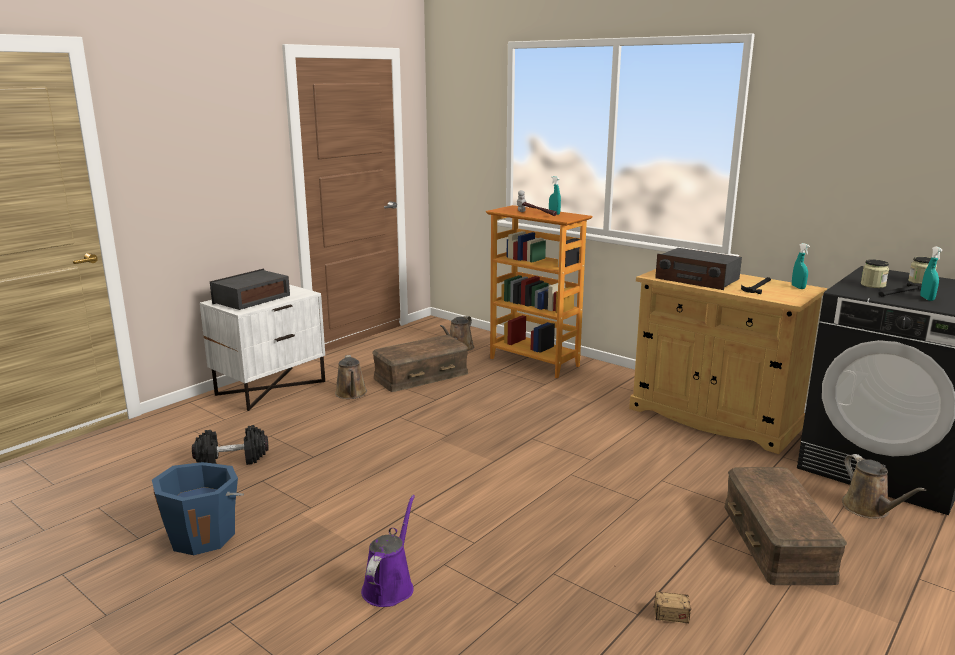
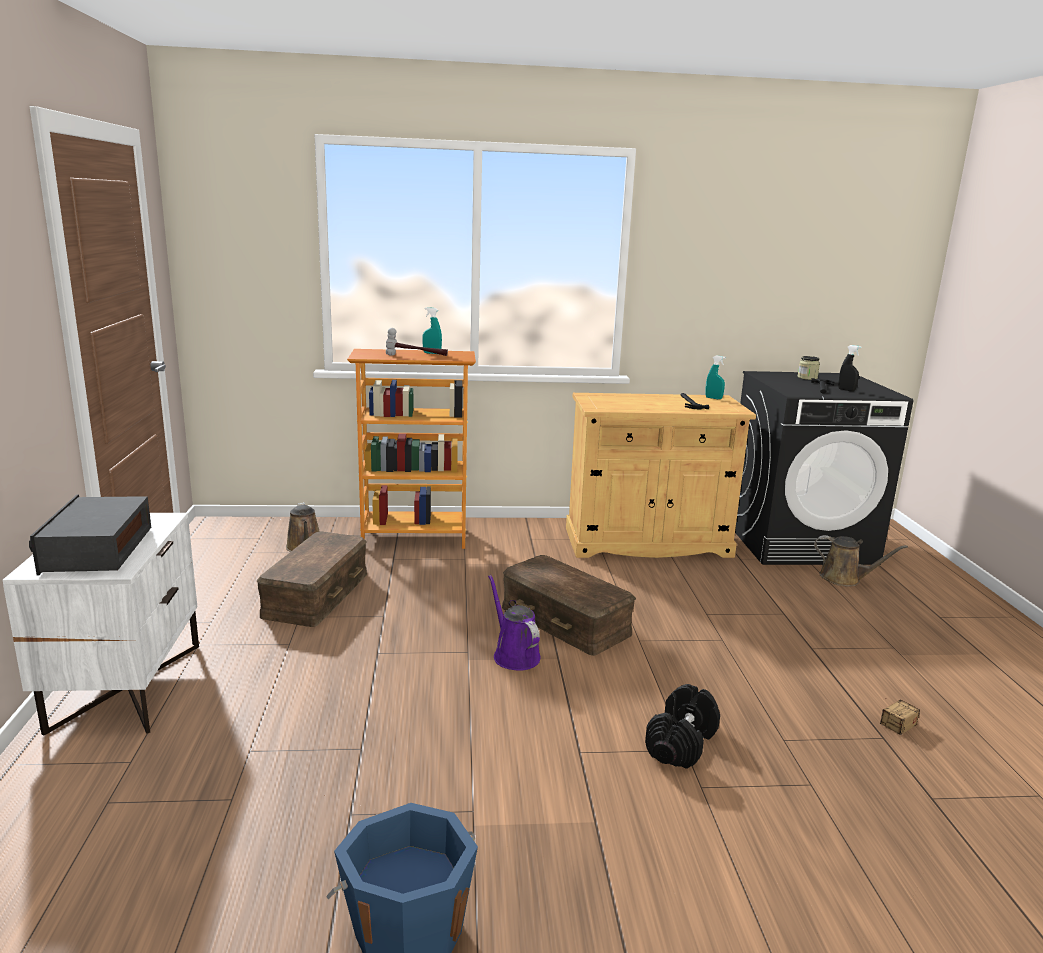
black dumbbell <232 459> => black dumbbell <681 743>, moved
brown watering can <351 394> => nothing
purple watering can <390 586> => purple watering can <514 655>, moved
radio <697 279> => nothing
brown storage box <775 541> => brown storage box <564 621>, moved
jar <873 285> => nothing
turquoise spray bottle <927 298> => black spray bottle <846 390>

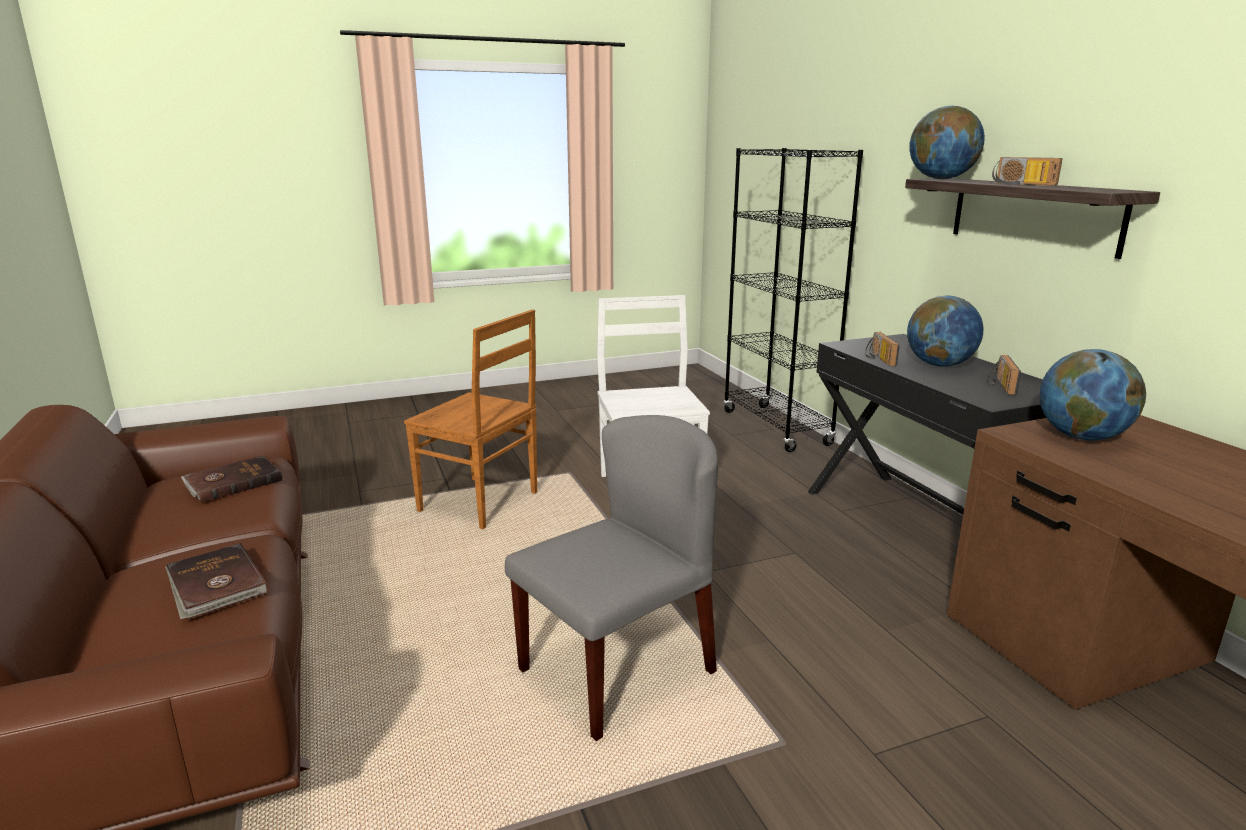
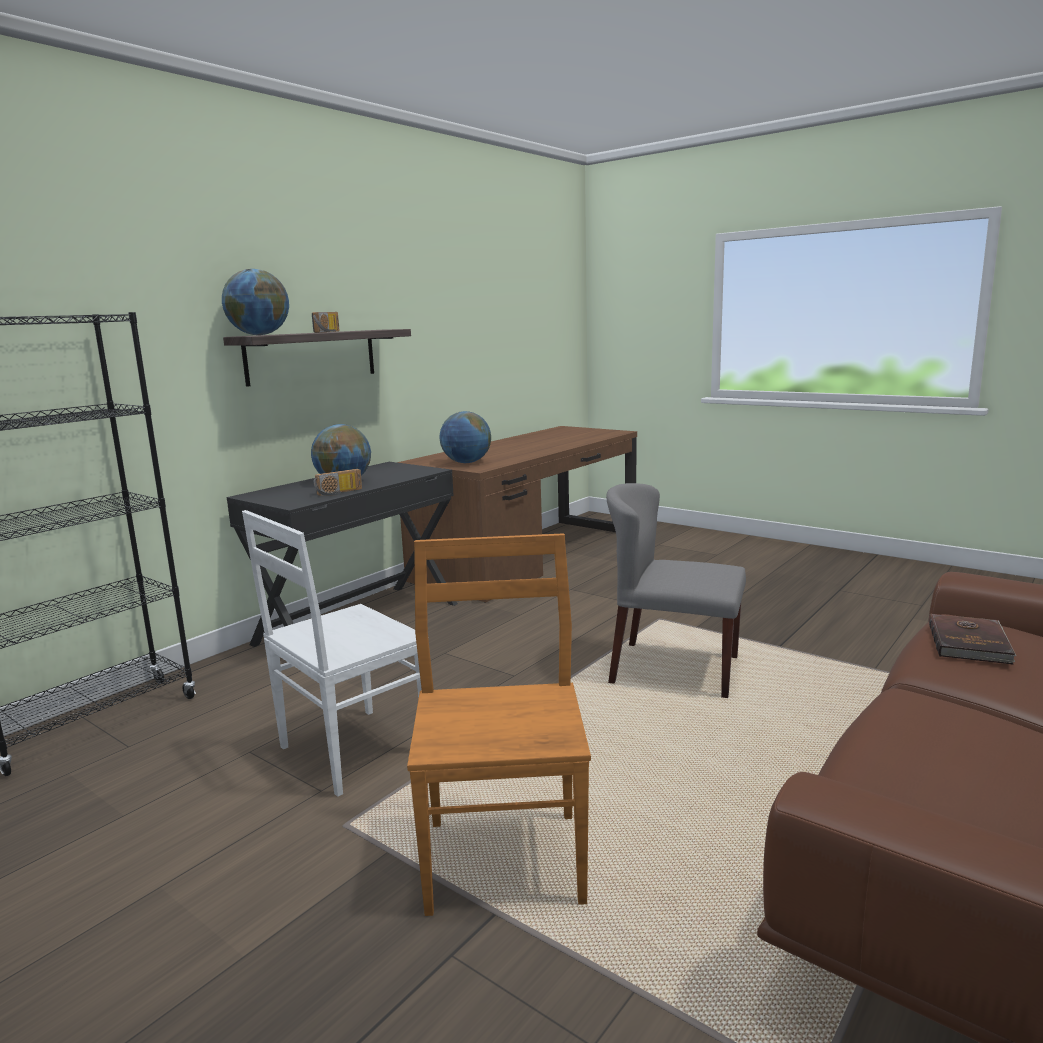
brown book <232 482> => nothing
radio <999 385> => nothing

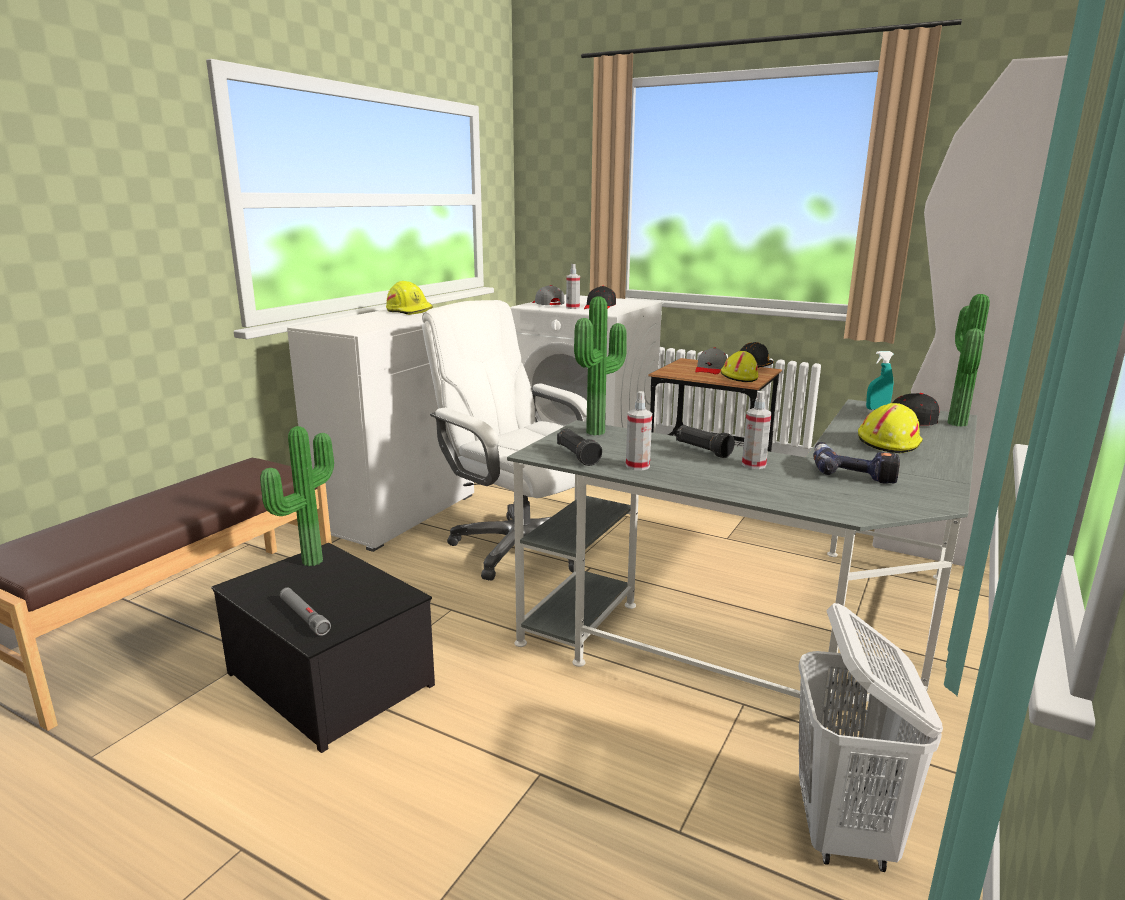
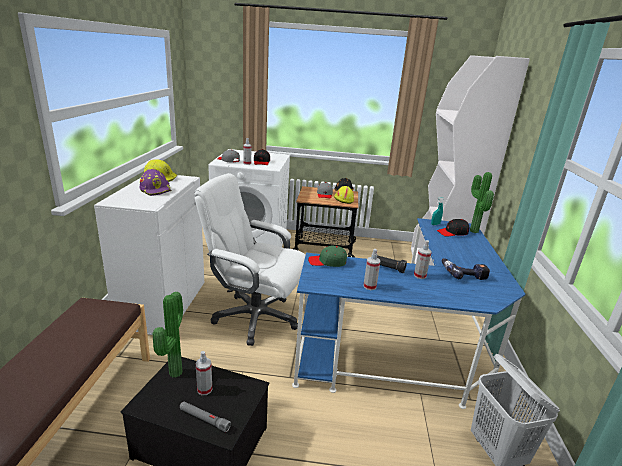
grey desk <775 637> => blue desk <411 349>
black flashlight <577 456> => nothing
potted plant <599 433> => green cap <327 262>
yellow hard hat <888 443> => nothing
nothing => purple hard hat <156 190>
nothing => spray bottle <204 389>

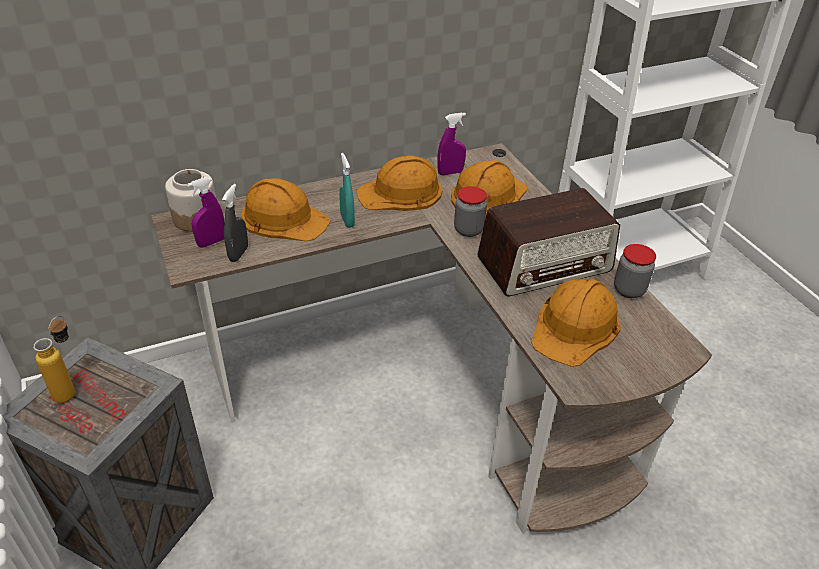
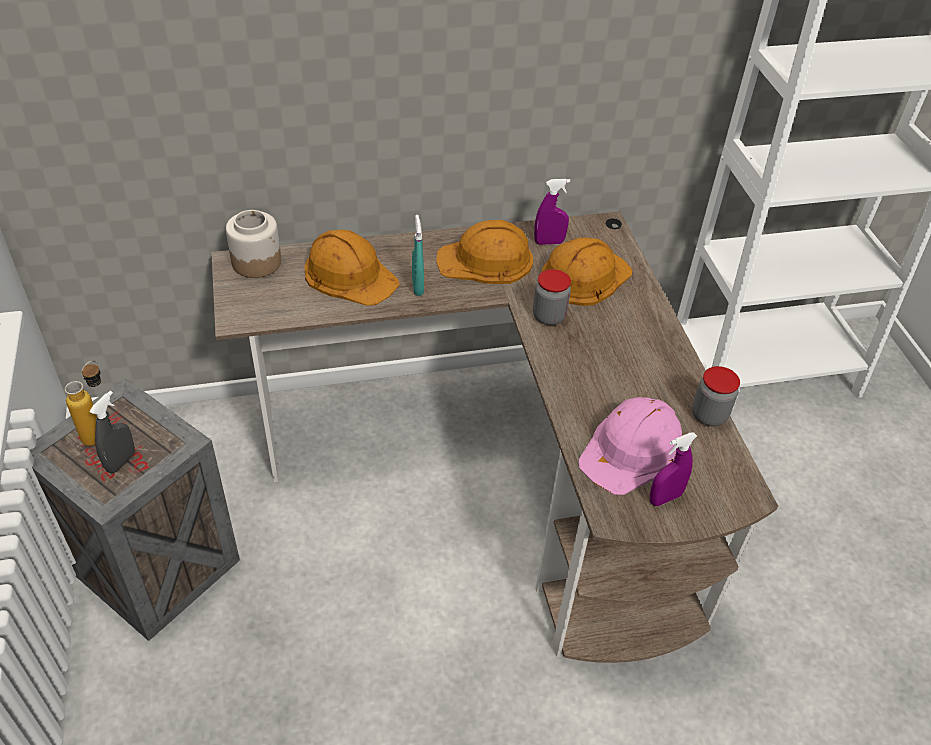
purple spray bottle <211 242> => purple spray bottle <665 498>, moved
grey spray bottle <238 254> => grey spray bottle <121 462>, moved
radio <545 265> => nothing
orange hard hat <575 327> => pink hard hat <633 450>

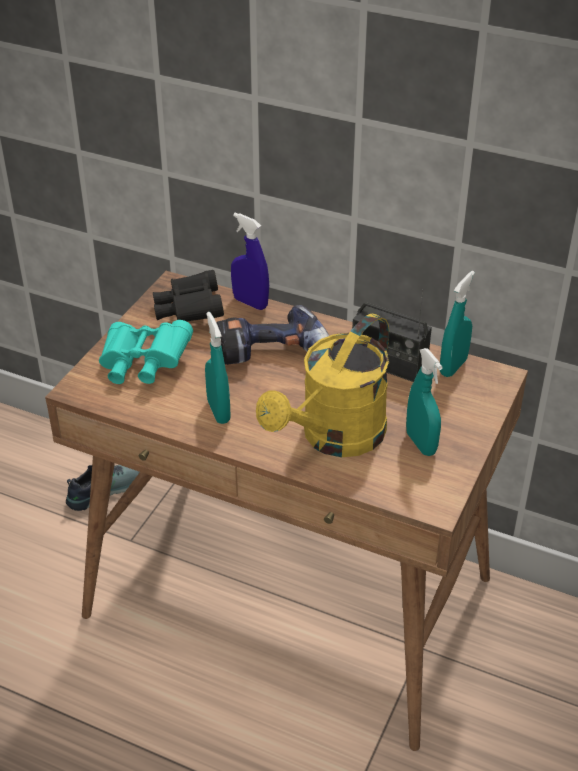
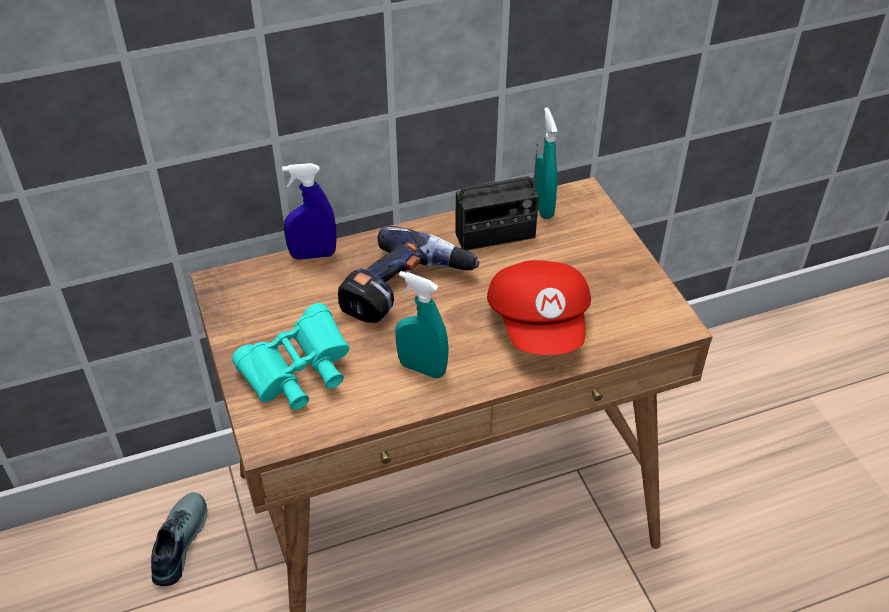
black binoculars <190 312> => nothing
yellow watering can <334 438> => red cap <540 325>
turquoise spray bottle <421 443> => nothing

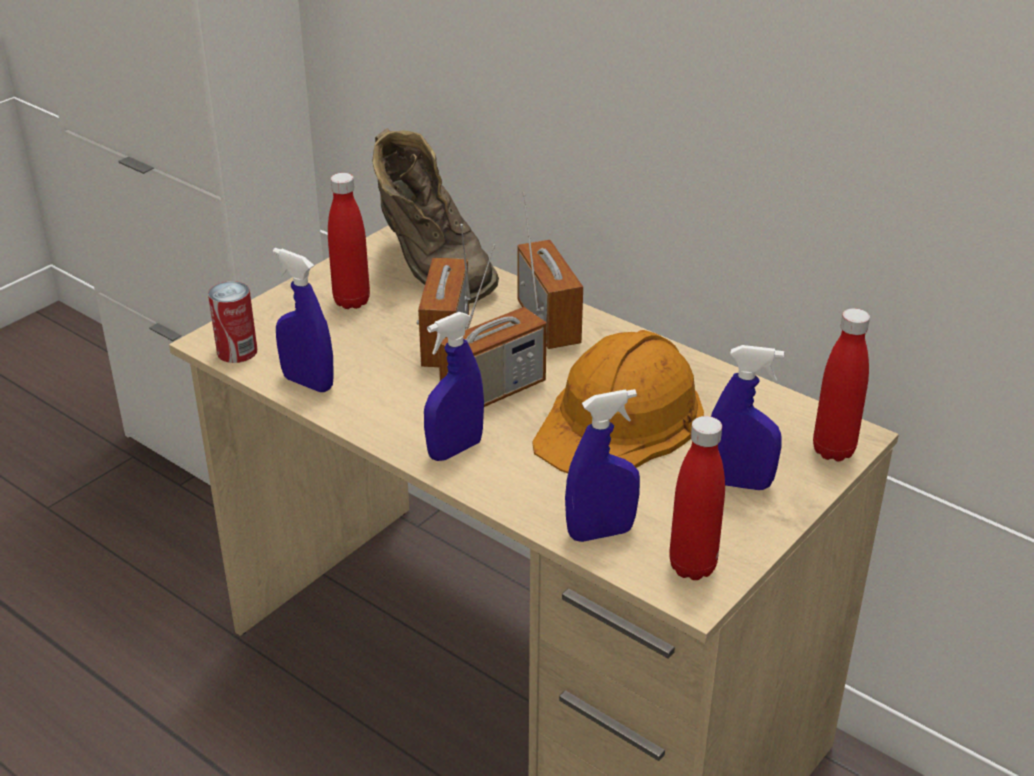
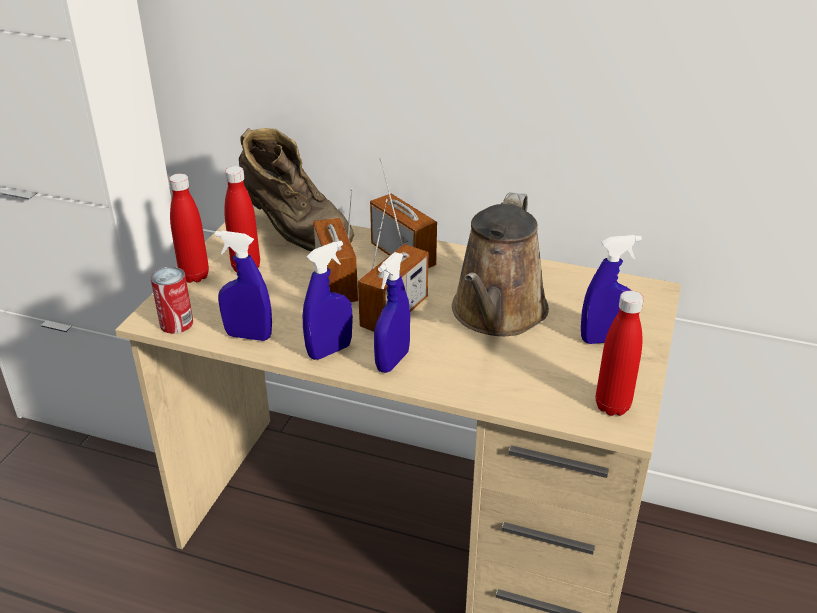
orange hard hat <620 421> => brown watering can <497 314>
blue spray bottle <600 533> => blue spray bottle <330 351>, moved
red bottle <833 450> => red bottle <194 276>, moved

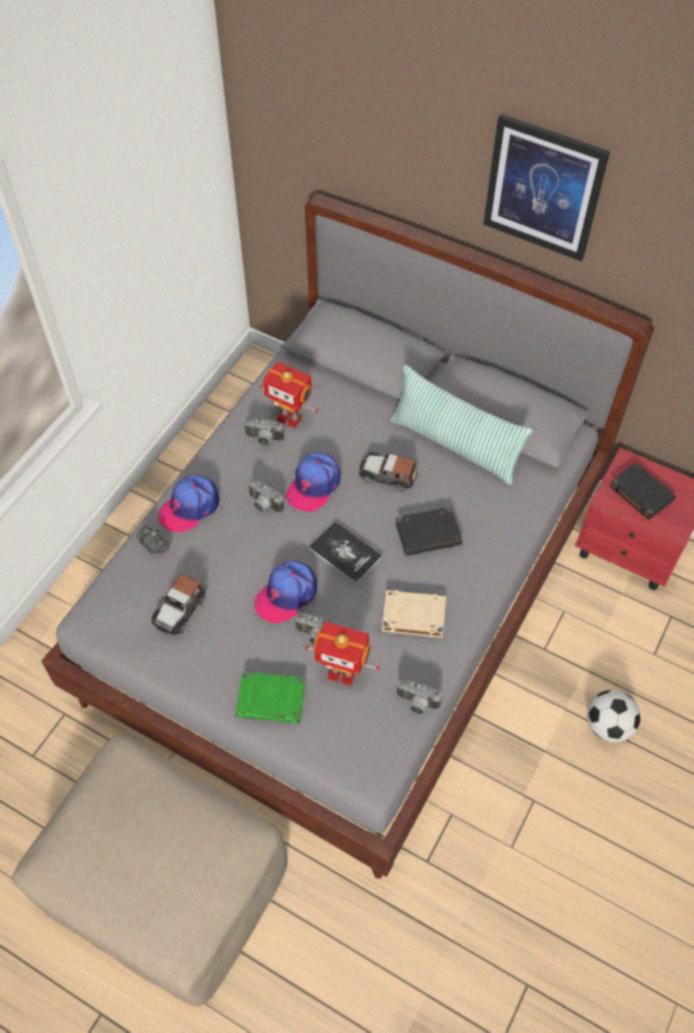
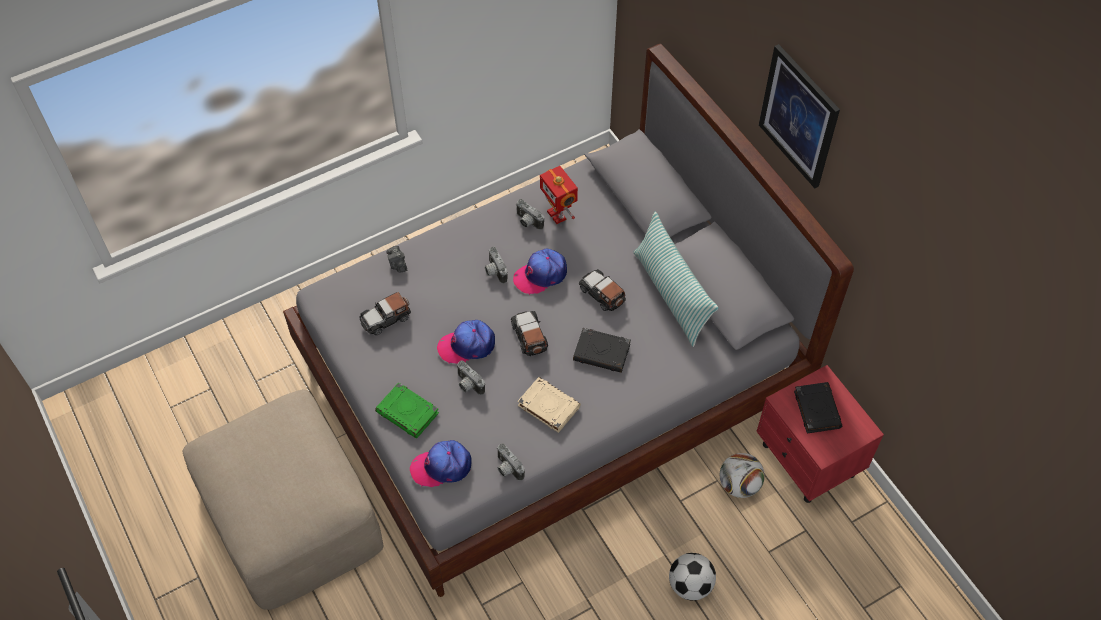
cap <189 507> => cap <441 466>, moved
toy robot <342 673> => nothing
book <345 553> => toy car <529 336>
nothing => football <739 485>

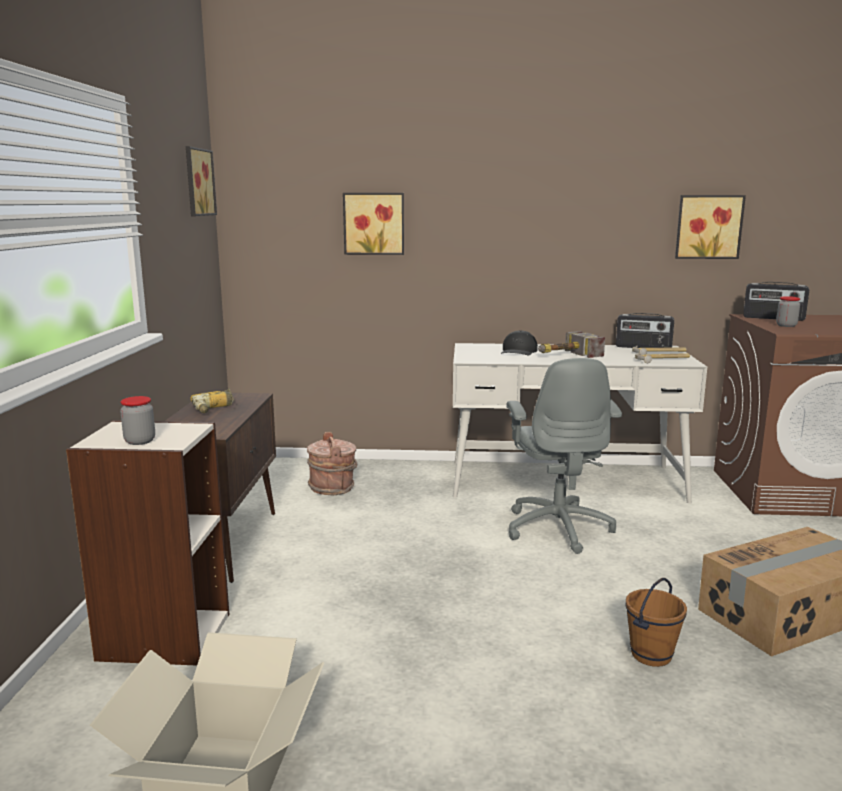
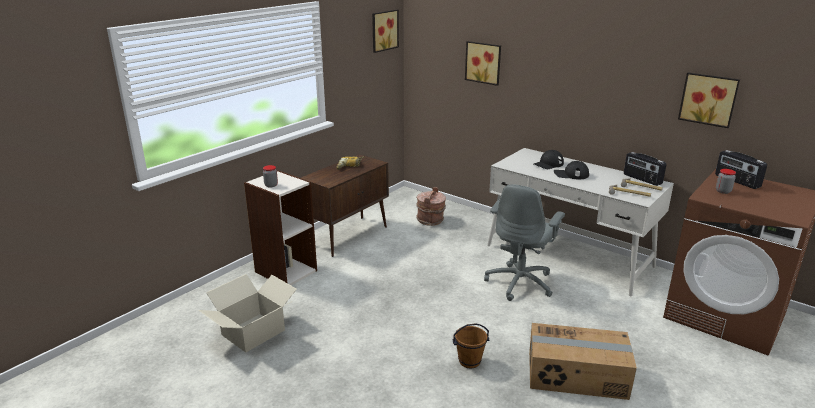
hammer <565 355> => black cap <571 174>

